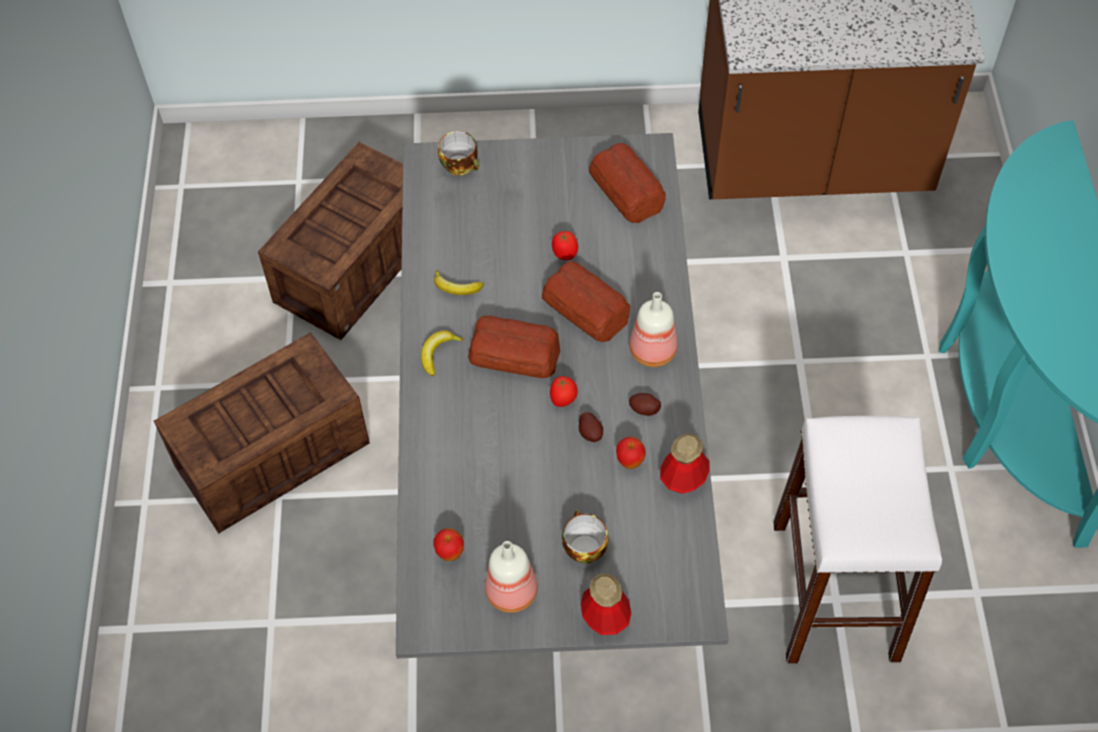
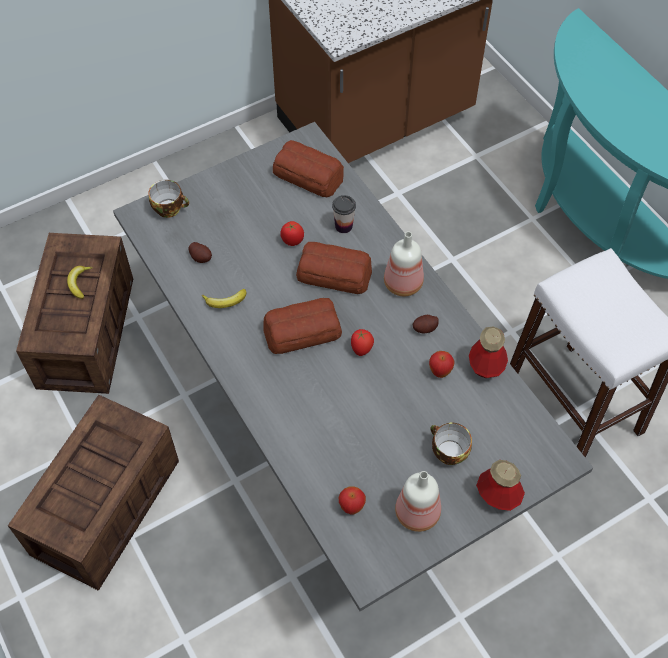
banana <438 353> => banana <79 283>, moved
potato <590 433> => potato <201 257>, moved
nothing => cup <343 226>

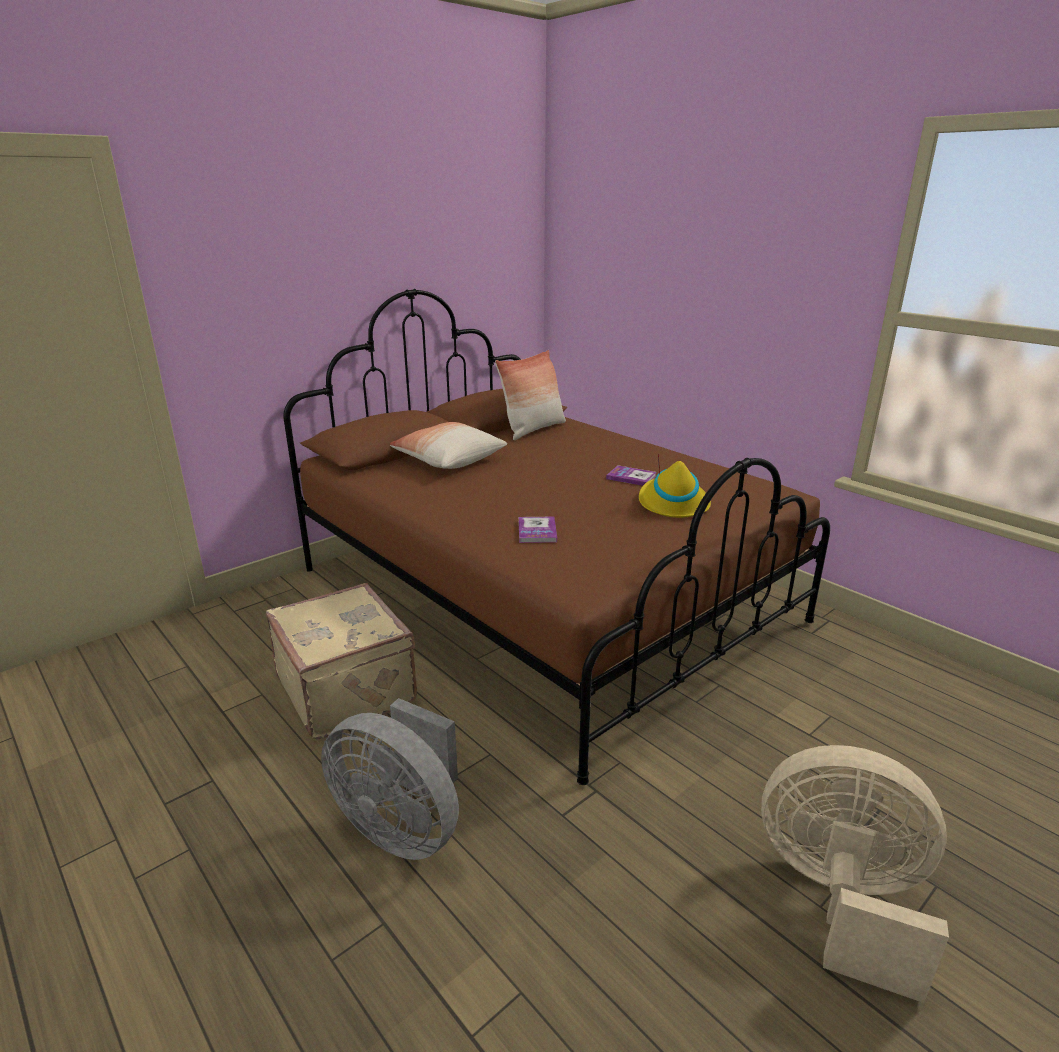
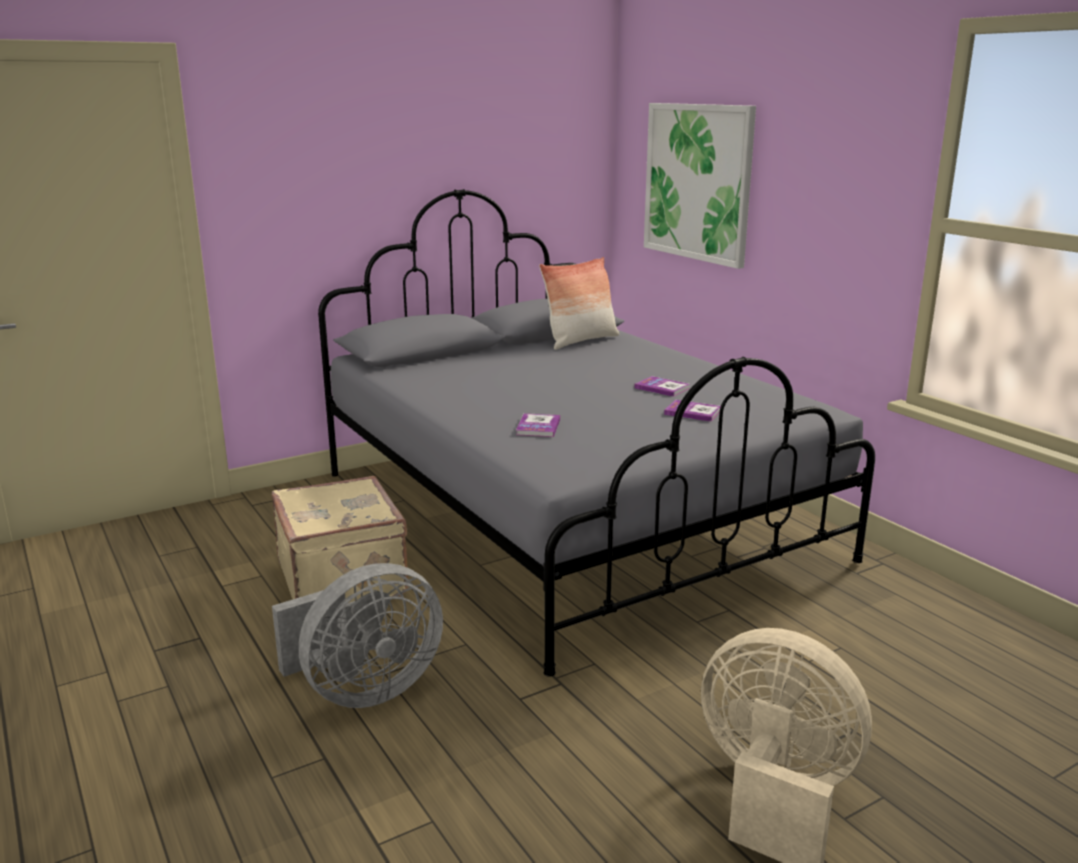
brown bed <543 595> => grey bed <570 515>
grey fan <403 827> => grey fan <364 691>, 75 degrees counterclockwise
pillow <448 460> => nothing
yellow hat <672 503> => book <692 412>
nothing => picture <698 182>

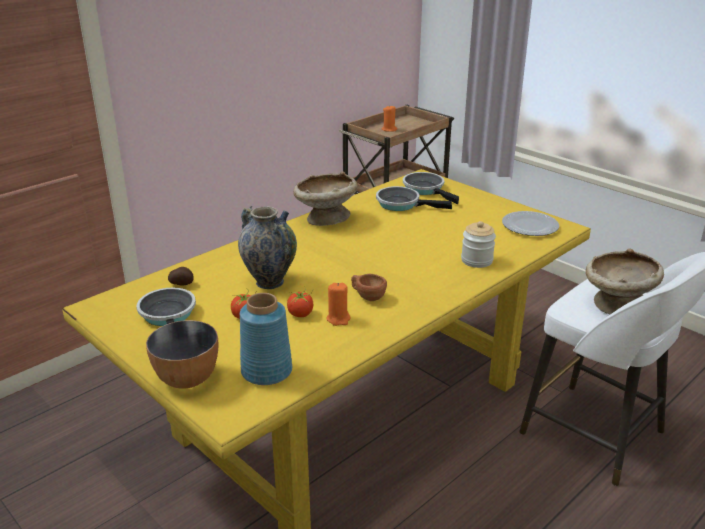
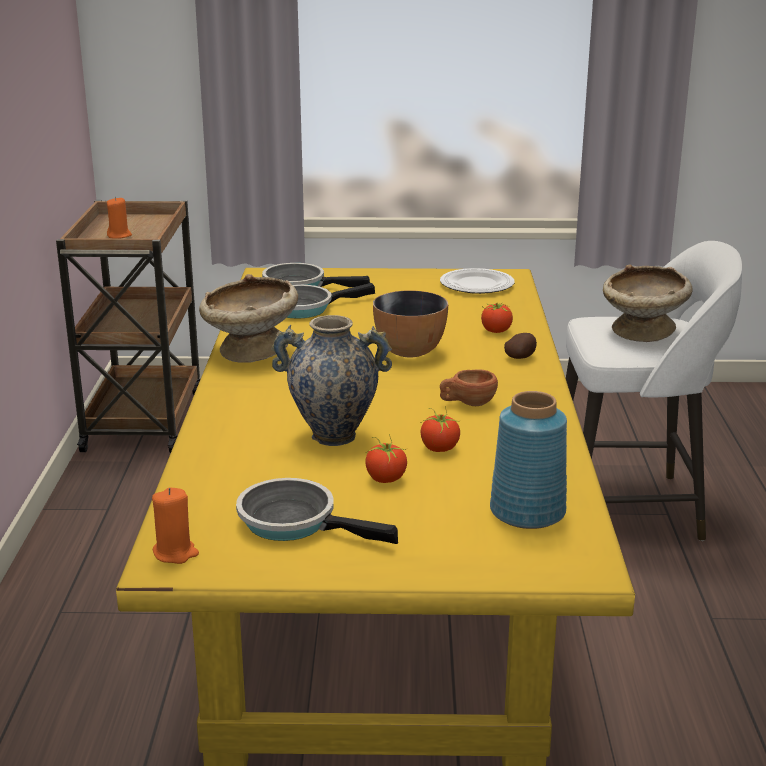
bowl <188 378> => bowl <410 351>, moved
potato <182 284> => potato <520 357>, moved
orange candle <338 319> => orange candle <175 553>, moved
jar <476 260> => tomato <496 331>

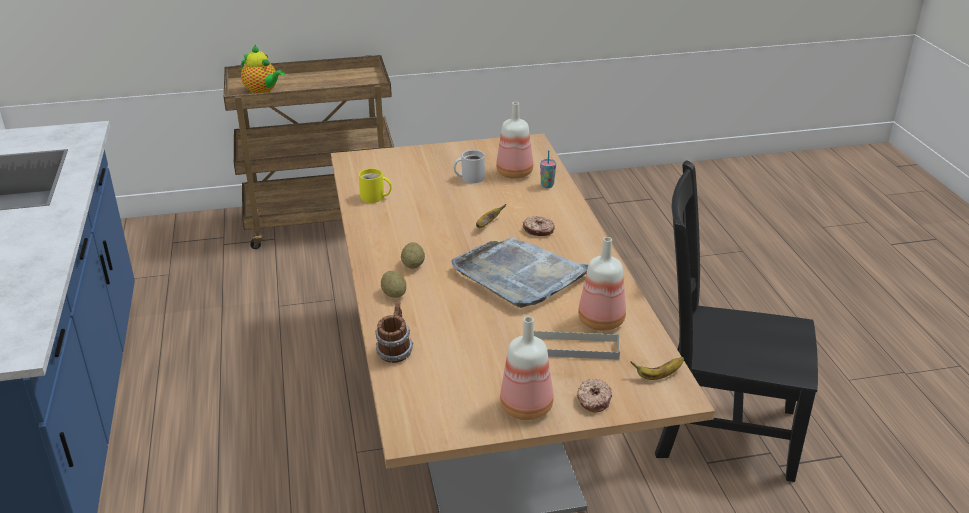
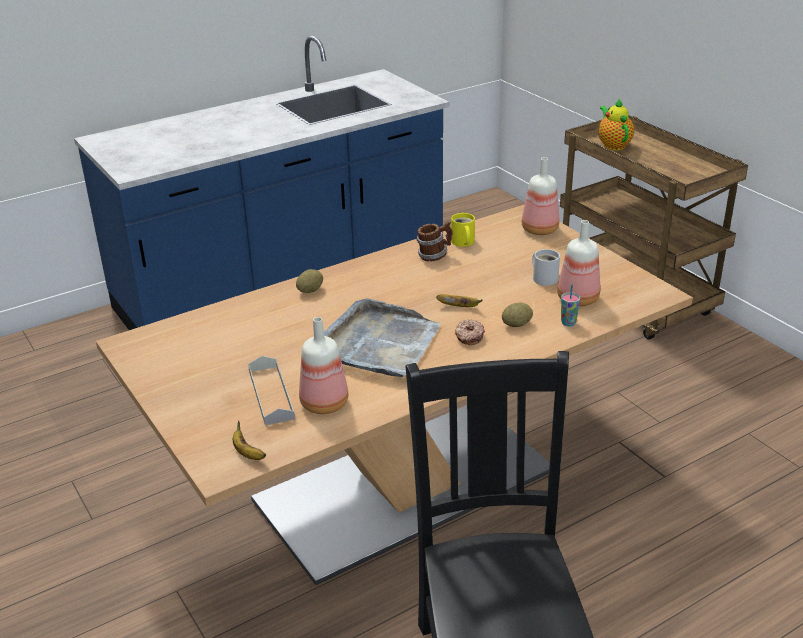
teapot <263 92> => teapot <613 145>, 150 degrees clockwise
mug <394 352> => mug <434 256>, moved
potato <413 265> => potato <516 324>, moved
bottle <528 407> => bottle <540 230>, moved
donut <593 400> => nothing

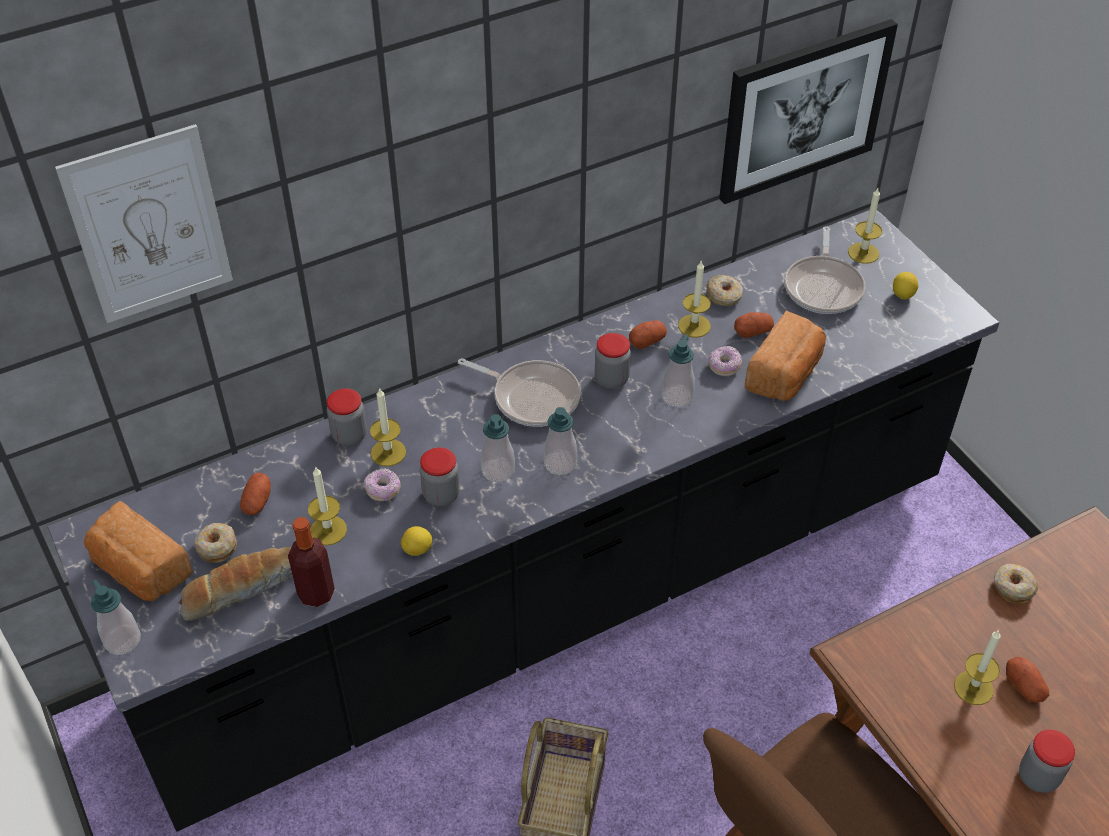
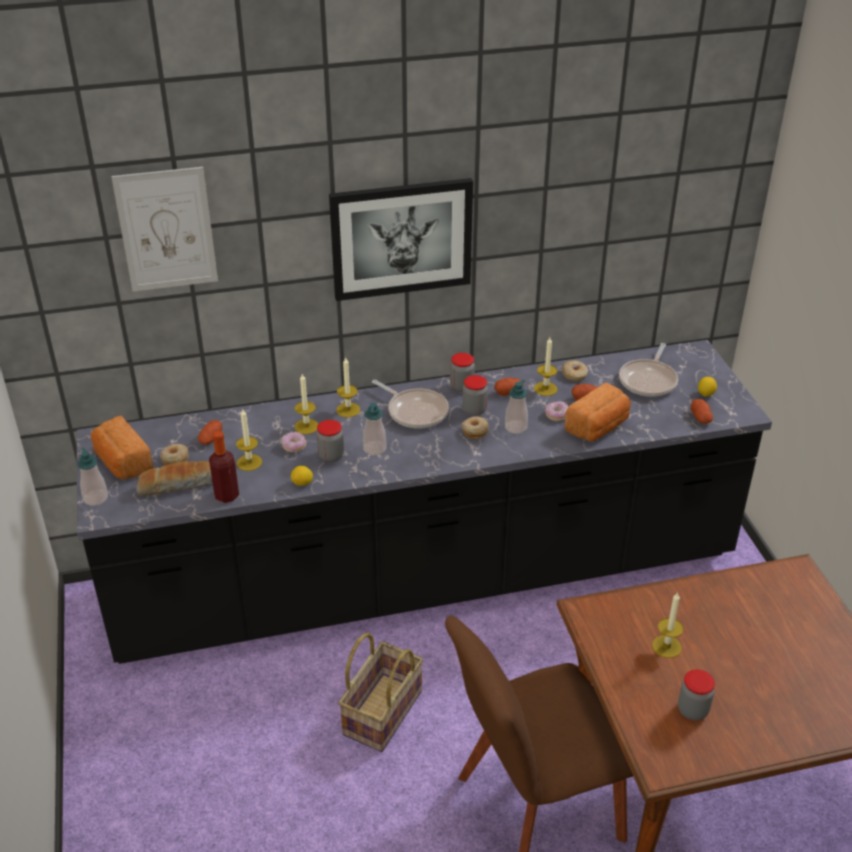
jar <349 435> => jar <462 387>, moved
soap dispenser <560 463> => nothing
picture <803 110> => picture <401 238>, moved
candle <863 253> => candle <348 410>, moved
donut <1012 587> => donut <474 431>, moved
potato <1024 686> => potato <700 418>, moved

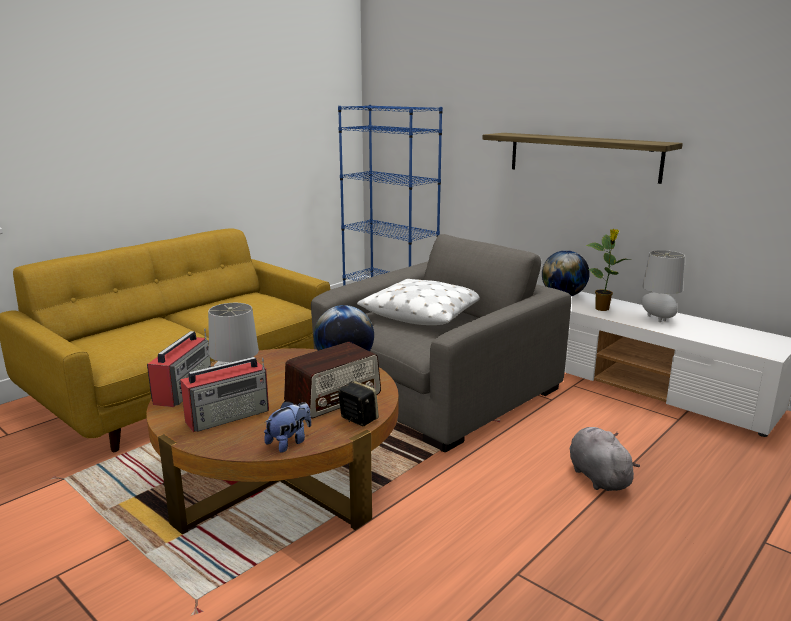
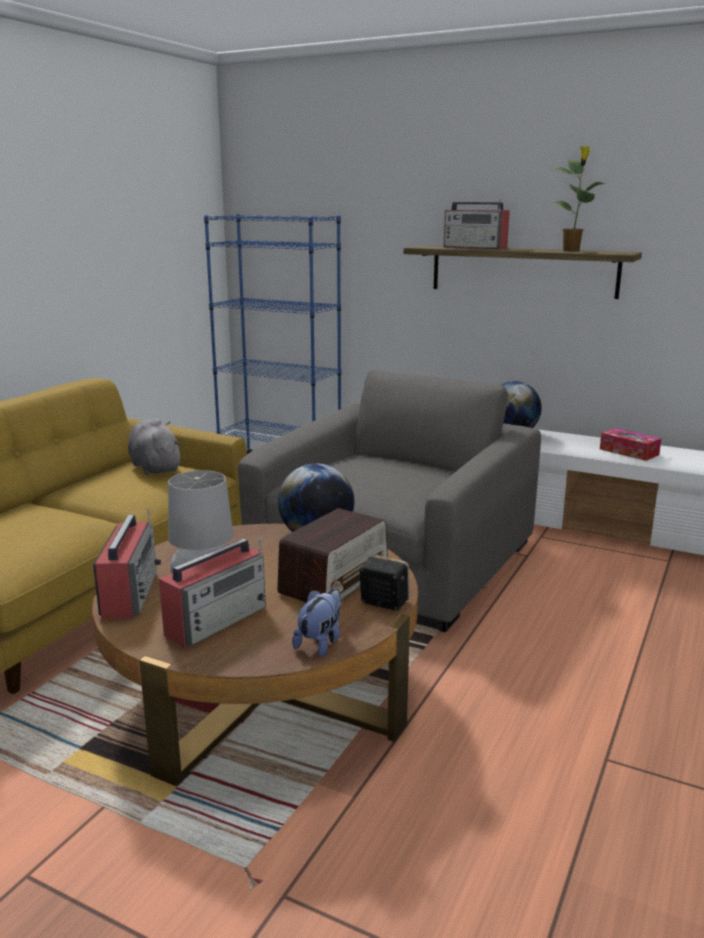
white pillow <424 314> => nothing
grey plush toy <597 476> => grey plush toy <155 467>, moved
potted plant <602 309> => potted plant <572 251>, moved
grey table lamp <657 319> => tissue box <629 452>
nothing => radio <475 248>

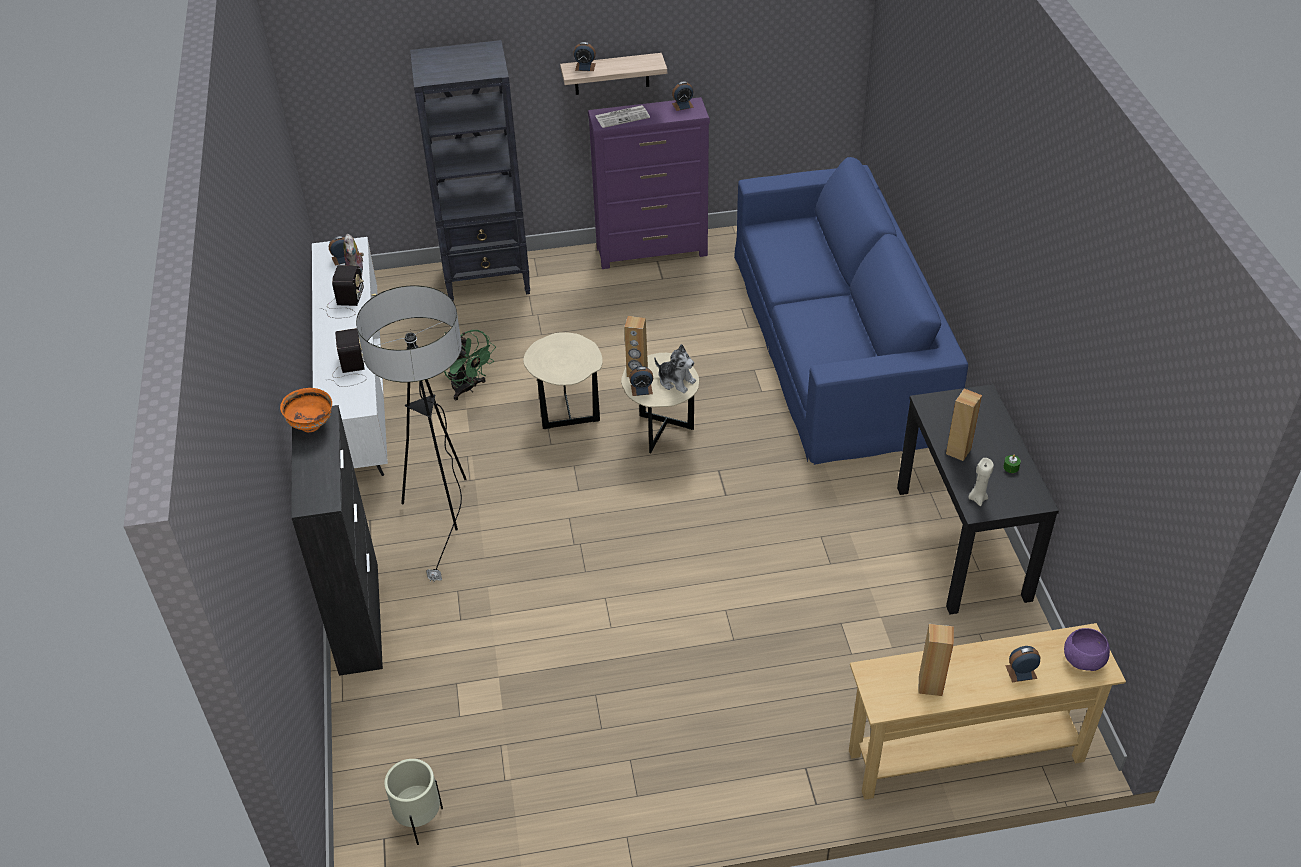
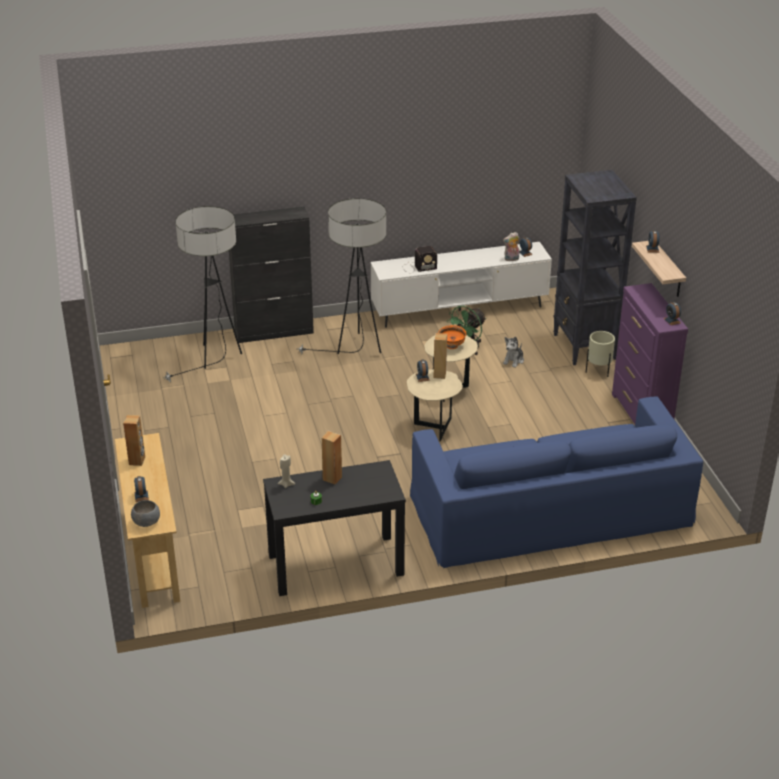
orange bowl <311 425> => orange bowl <452 346>, moved
radio <345 303> => nothing
beige planter <419 821> => beige planter <598 371>, moved
newspaper <622 117> => nothing
plush toy <676 381> => plush toy <513 360>, moved
purple bowl <1083 659> => grey bowl <147 522>
nothing => floor lamp <214 360>

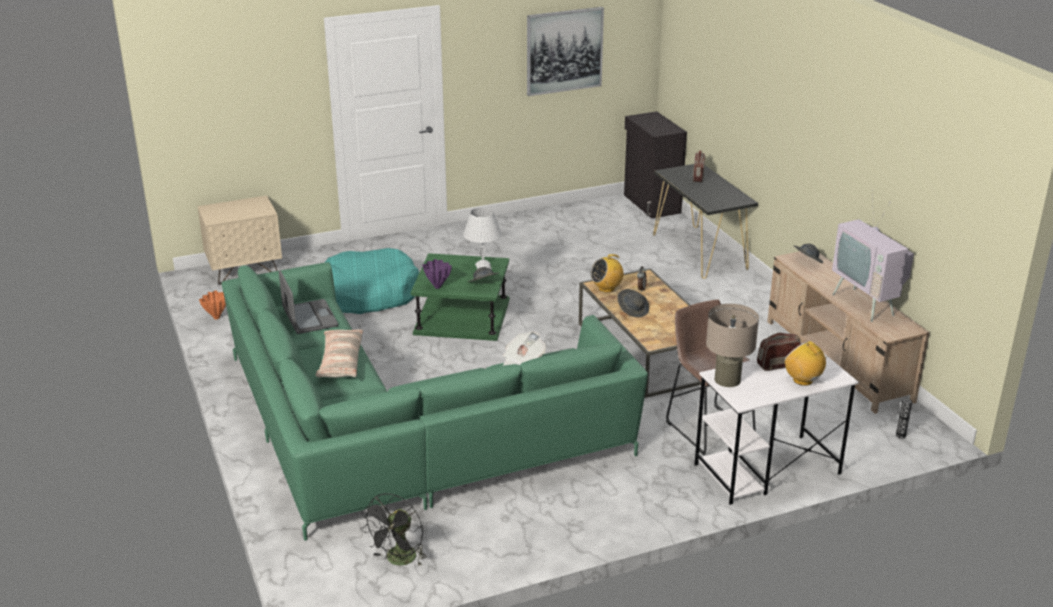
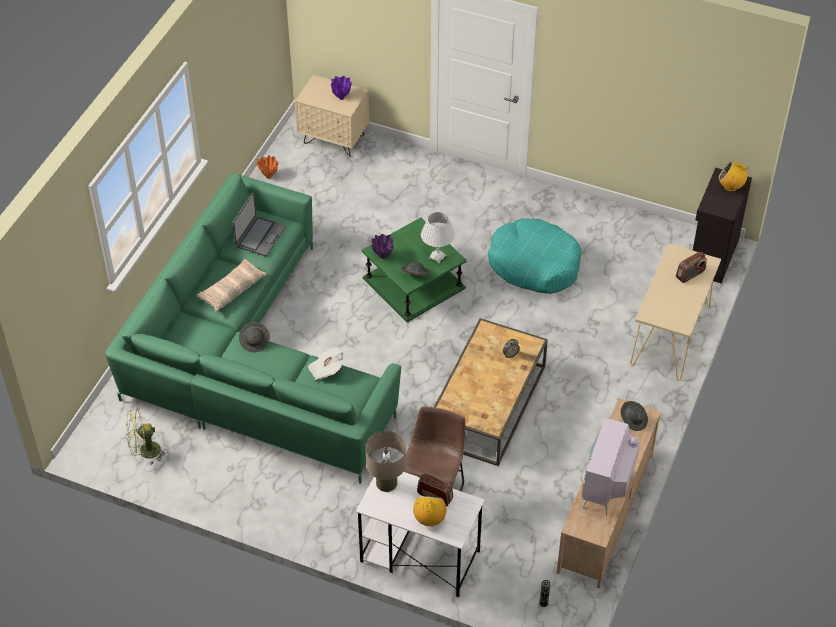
turquoise dog bed <367 294> => turquoise dog bed <534 264>, moved
black fan <398 561> => green fan <145 452>
picture <564 51> => nothing
radio <606 288> => radio <731 186>, moved
grey hat <633 310> => grey hat <255 342>, moved
black console table <699 252> => beige console table <670 336>
nothing => purple vase <341 98>

